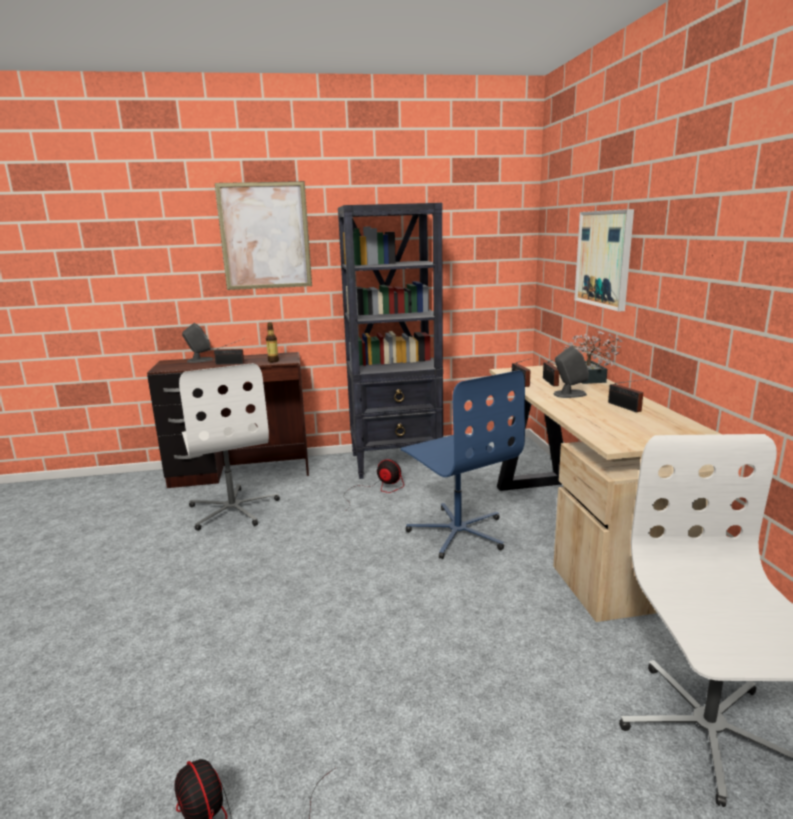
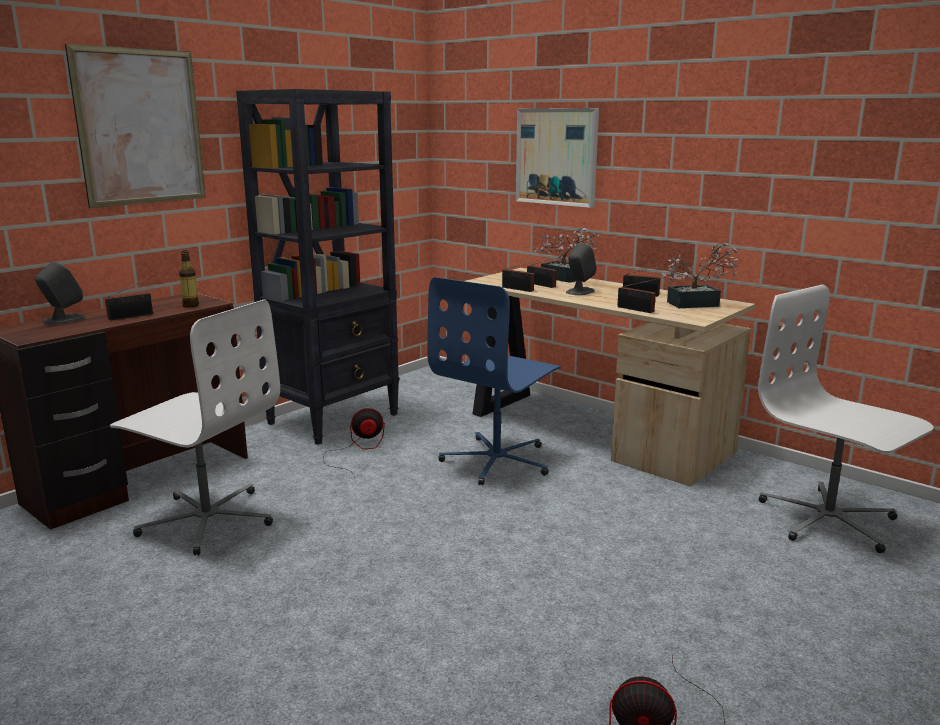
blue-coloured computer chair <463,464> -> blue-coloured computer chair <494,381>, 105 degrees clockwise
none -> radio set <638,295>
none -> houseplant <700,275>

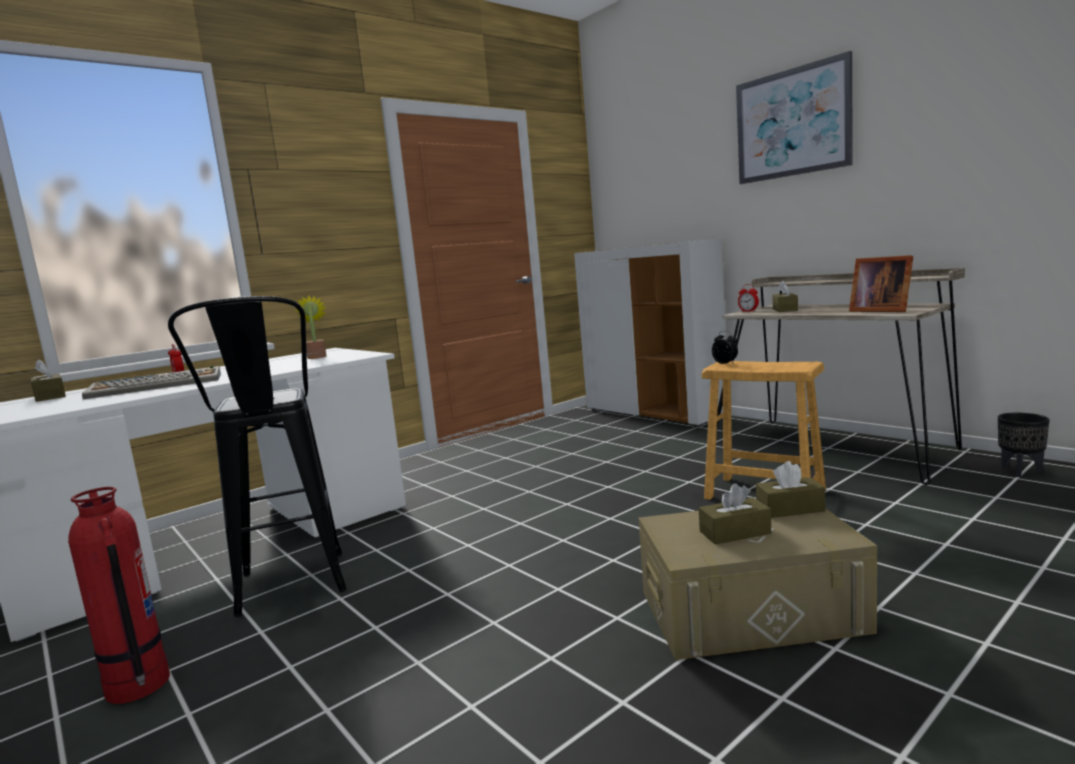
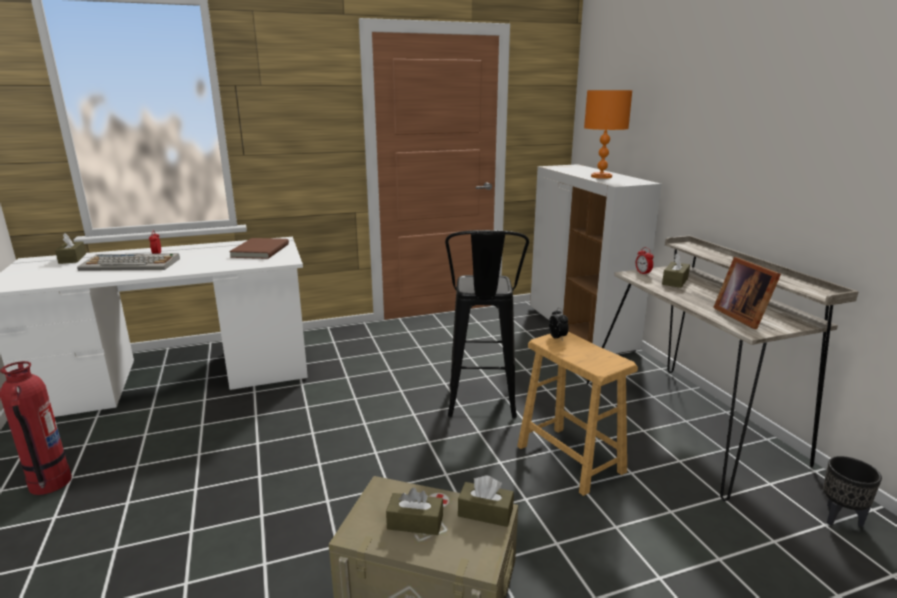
houseplant <311,327> -> brown-coloured book <259,248>
black stool <257,456> -> black stool <487,324>, relocated
none -> orangey table lamp <608,134>
wall picture <794,117> -> none

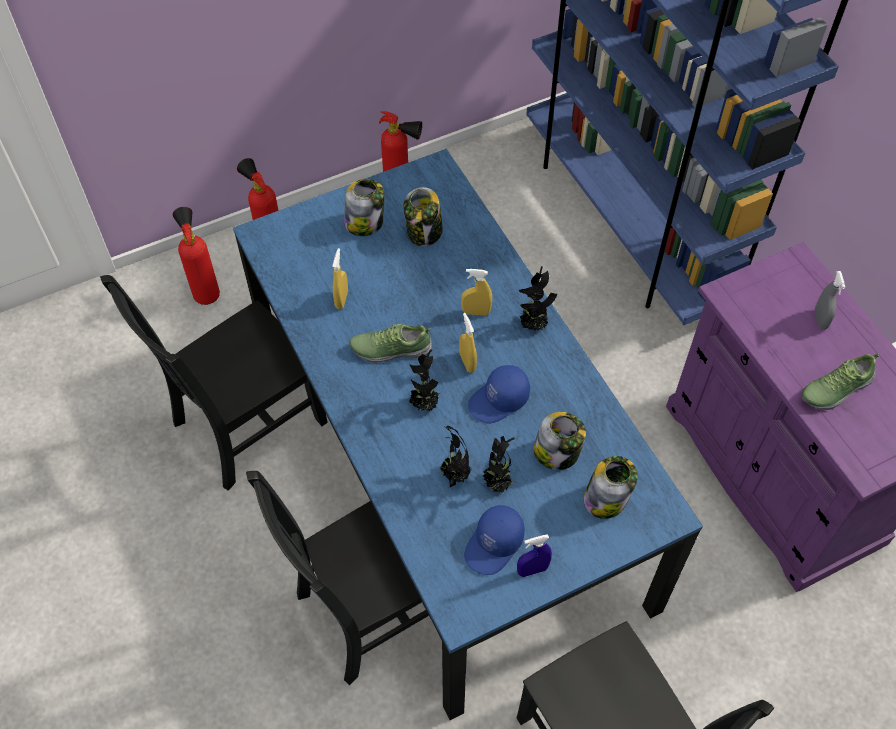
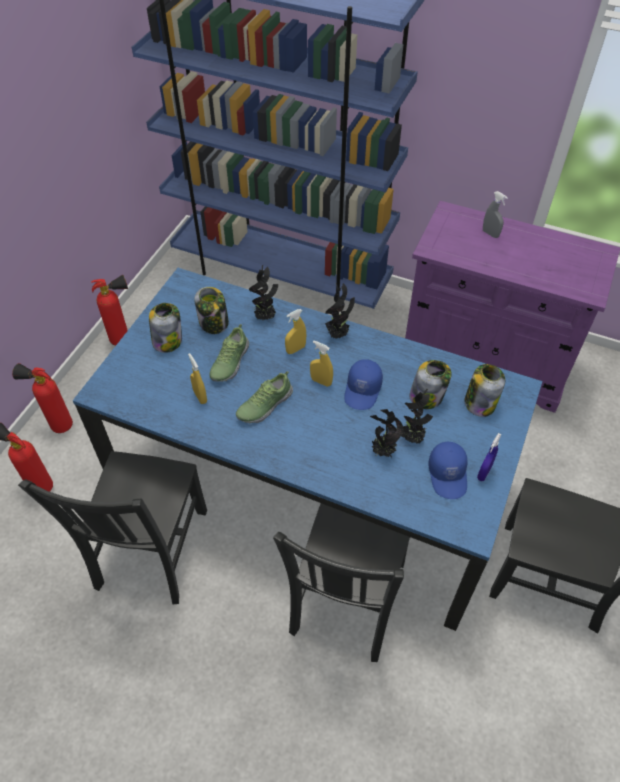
low shoe <840,382> -> low shoe <229,353>, relocated
houseplant <425,380> -> houseplant <263,292>, relocated

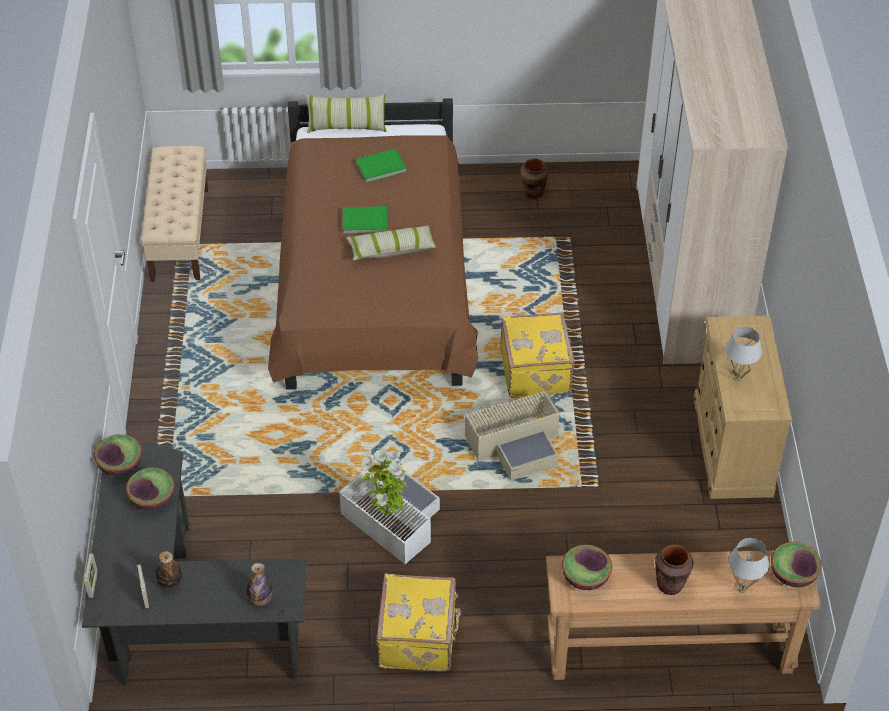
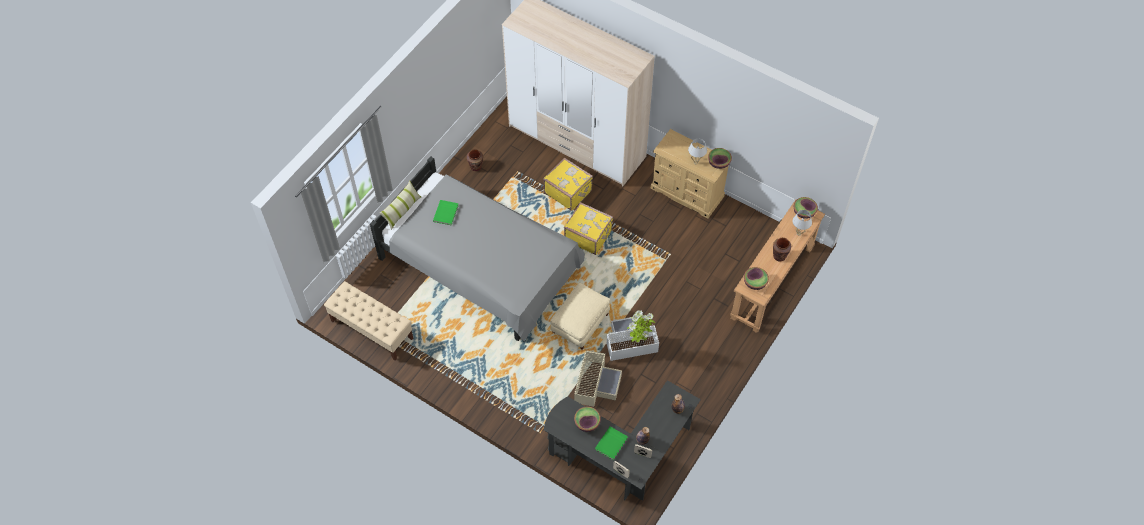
brown-coloured bed <373,244> -> grey bed <477,249>
yellow travel case <419,623> -> yellow travel case <568,184>, relocated
none -> beige-coloured ottoman <580,316>
beige-coloured storage bin <512,435> -> beige-coloured storage bin <598,378>, relocated
greenish book <365,220> -> greenish book <611,443>, relocated
bowl <118,455> -> bowl <720,158>, relocated
cushion <392,242> -> none

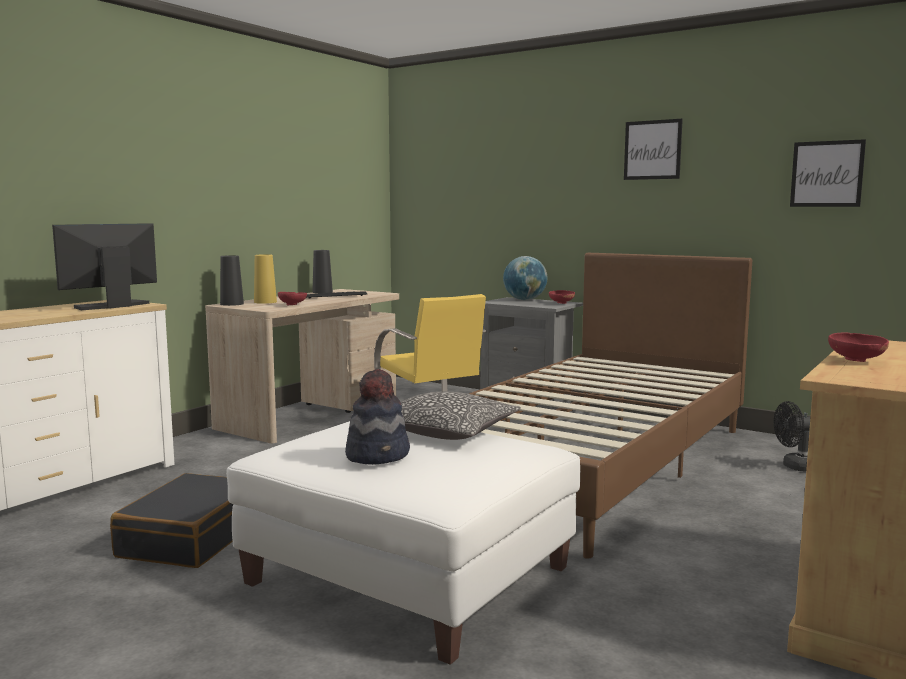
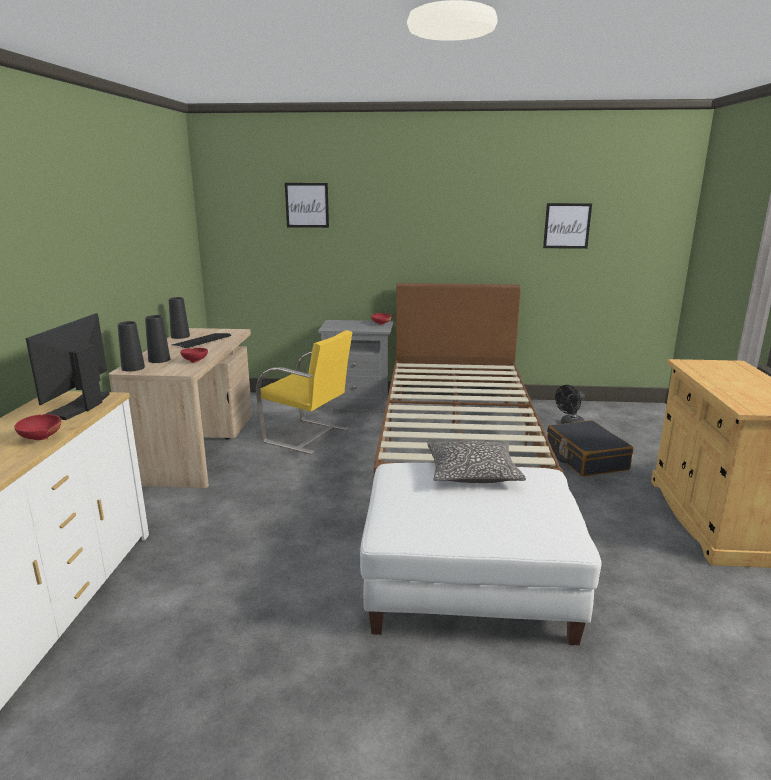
reddish bowl <858,347> -> reddish bowl <37,427>, relocated
yellow decorative vase <265,279> -> black decorative vase <157,339>
wall picture <653,149> -> wall picture <307,205>, relocated
black travel case <171,520> -> black travel case <590,448>, relocated
clothing hat <377,417> -> none
world globe <525,278> -> none

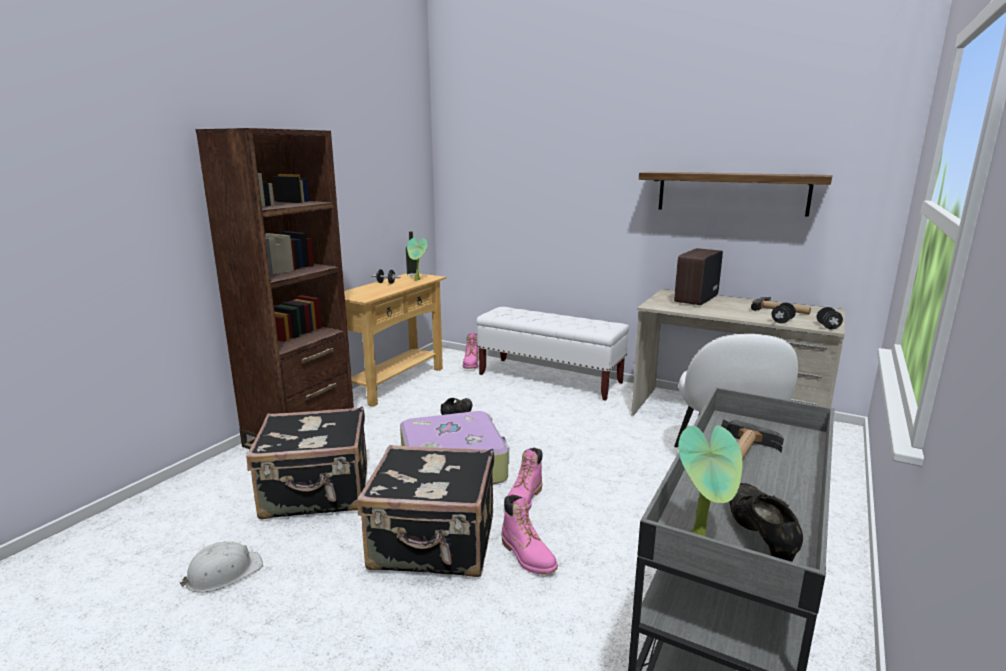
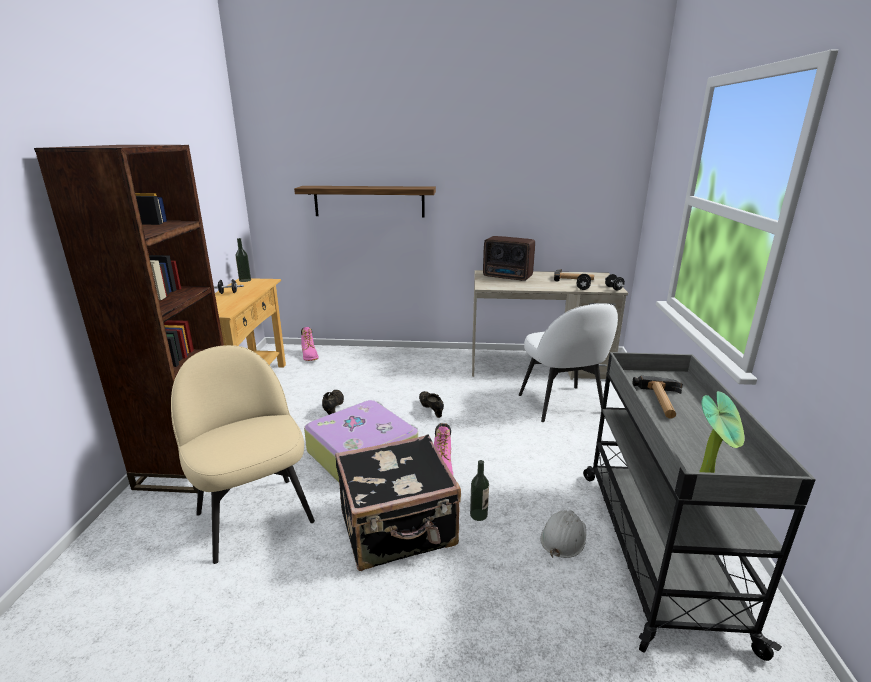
black travel case <306,463> -> beige-coloured plain chair <243,454>
shelf <736,194> -> shelf <365,202>, relocated
black low shoe <766,522> -> black low shoe <431,404>, relocated
pink-coloured high-top boot <530,535> -> bottle <479,490>
radio set <698,276> -> radio set <509,258>, 75 degrees counterclockwise
white-coloured work helmet <221,567> -> white-coloured work helmet <563,534>, relocated
houseplant <417,259> -> none
white-coloured long seat <552,353> -> none

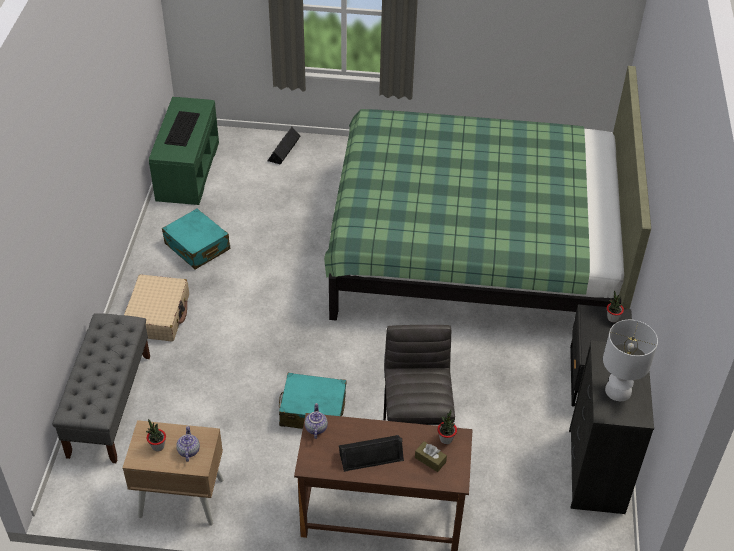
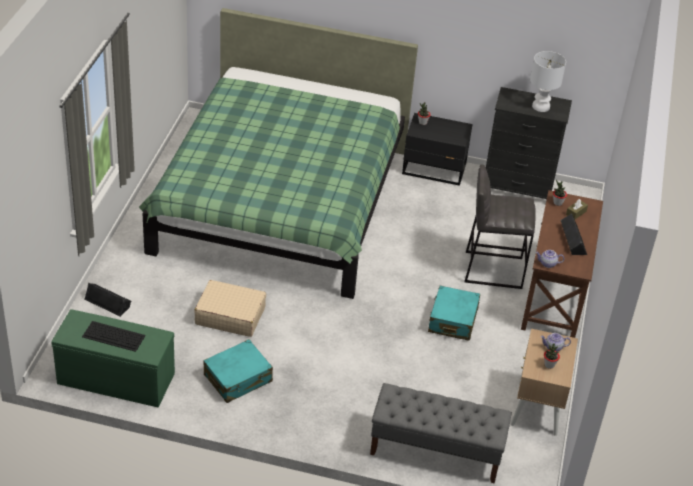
beige-coloured travel case <156,308> -> beige-coloured travel case <230,308>, relocated

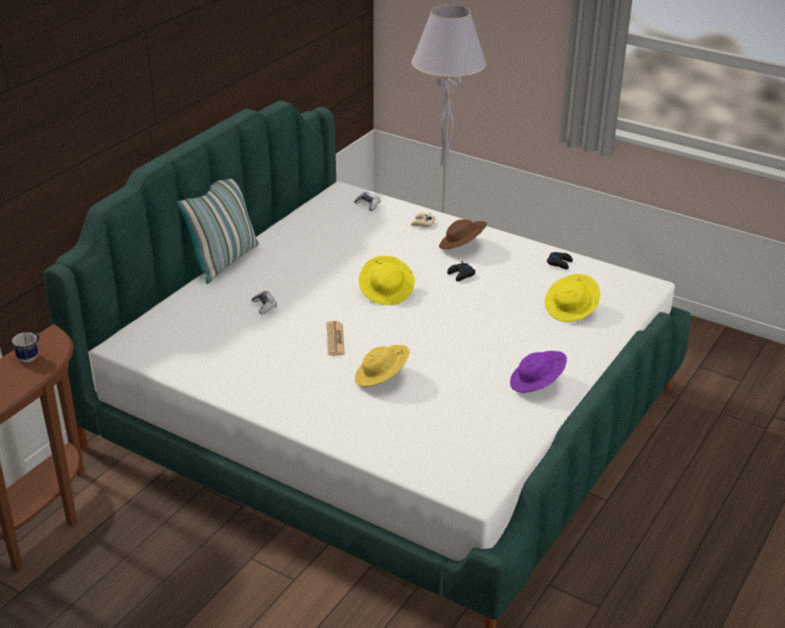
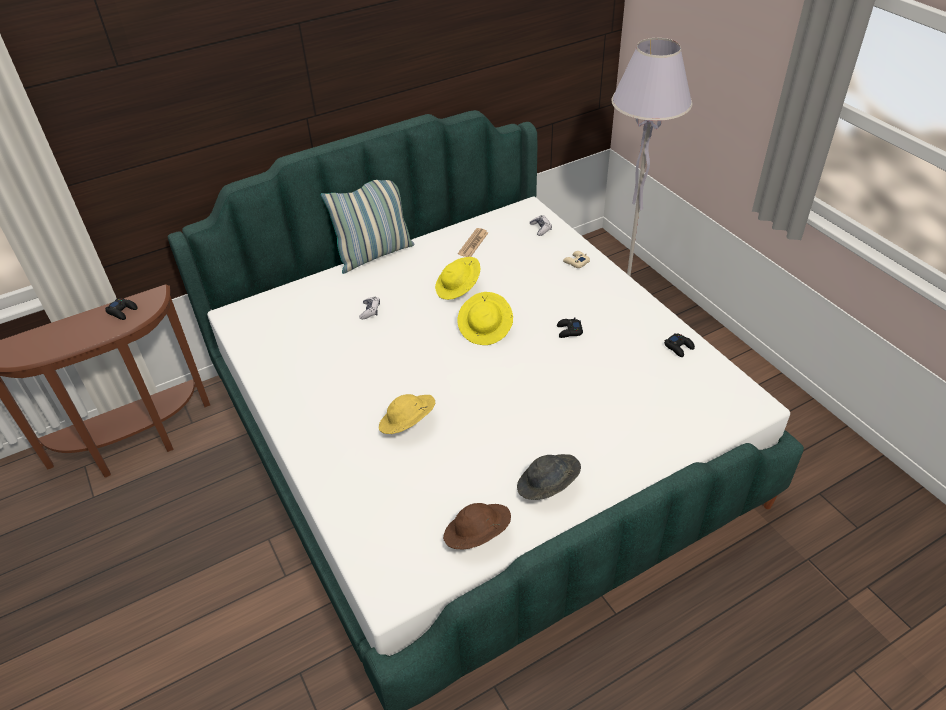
tea mug <25,347> -> black gamepad <121,309>
yellow clothing hat <572,298> -> yellow clothing hat <457,278>, relocated
brown-coloured clothing hat <463,234> -> brown-coloured clothing hat <477,526>, relocated
newspaper <336,338> -> newspaper <473,242>, relocated
purple-coloured clothing hat <538,372> -> grey clothing hat <549,477>

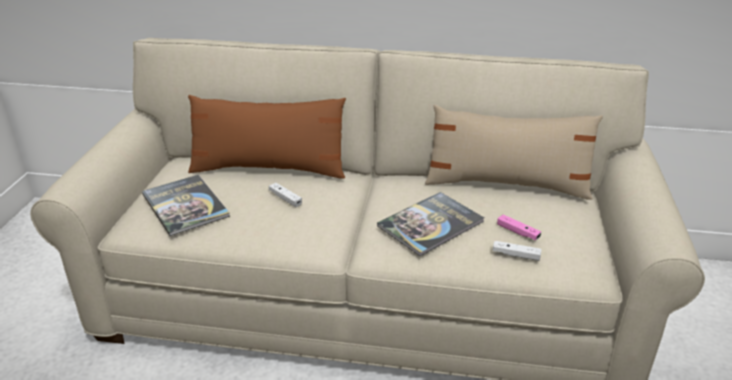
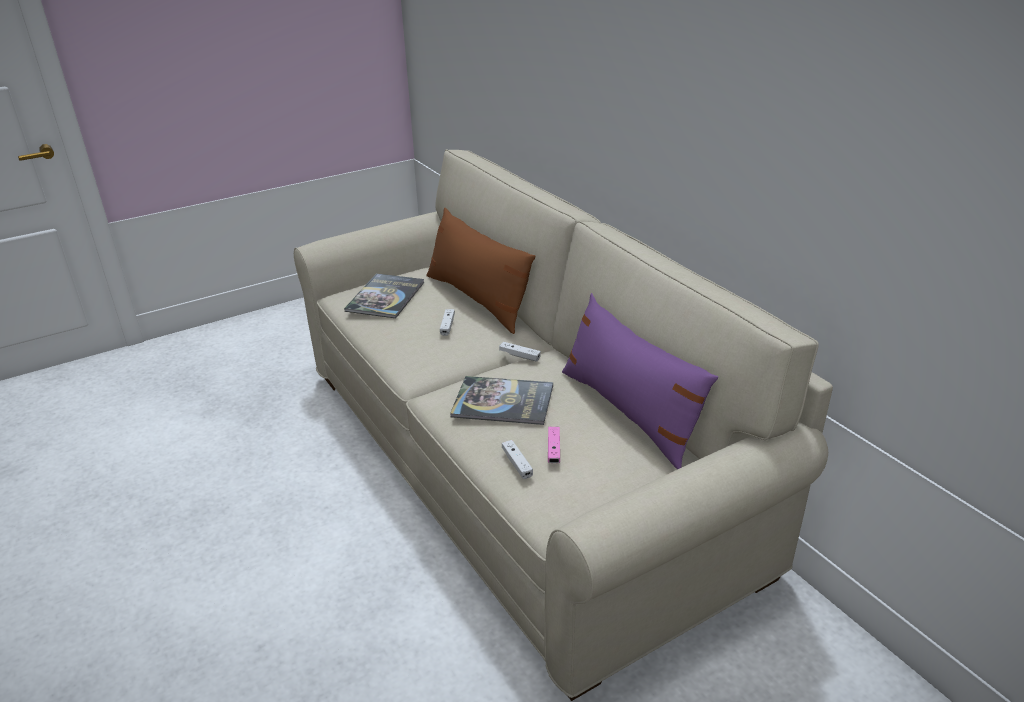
none -> white-coloured gamepad <520,352>
beige-coloured cushion <514,152> -> purple-coloured cushion <640,381>

